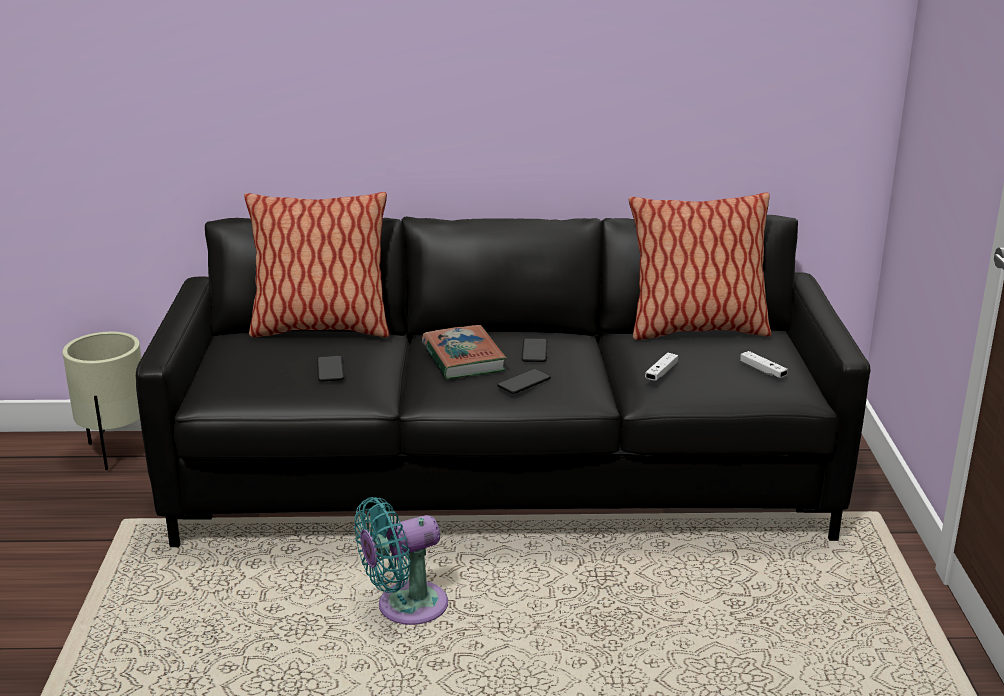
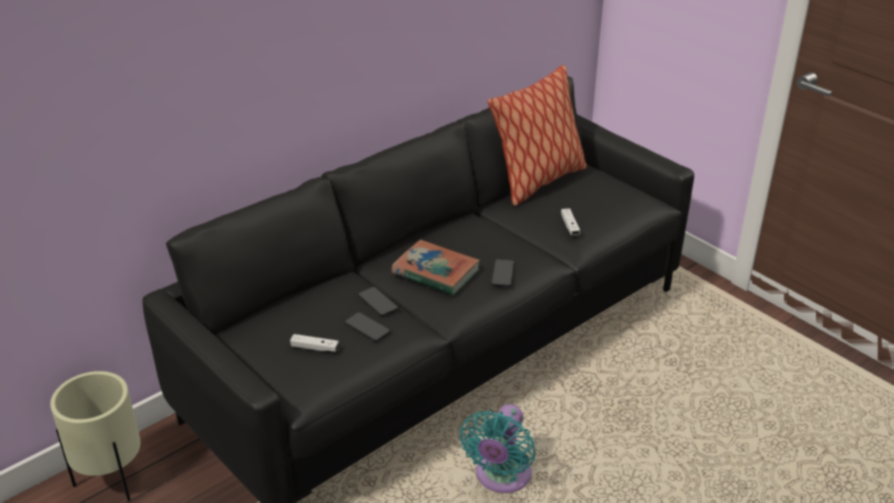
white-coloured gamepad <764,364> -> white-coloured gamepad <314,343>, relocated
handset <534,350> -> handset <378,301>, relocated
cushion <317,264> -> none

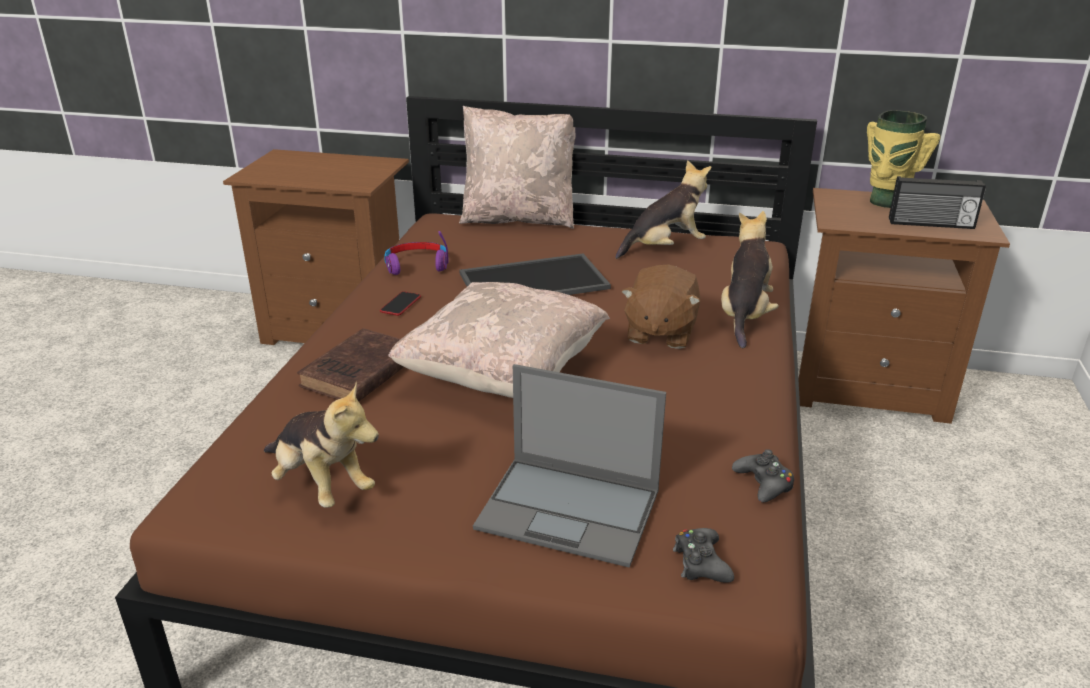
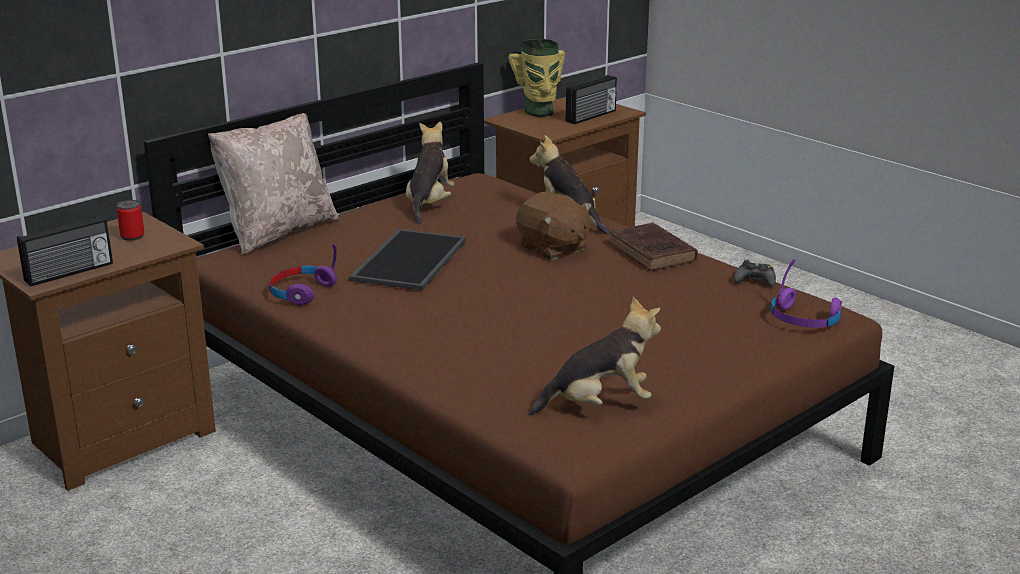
none -> radio set <65,251>
none -> sealed can <130,220>
brown-coloured book <350,365> -> brown-coloured book <653,246>, relocated
black gamepad <703,555> -> purple-coloured headset <806,293>
handset <400,303> -> none
beige-coloured cushion <499,340> -> none
portable computer <569,466> -> none

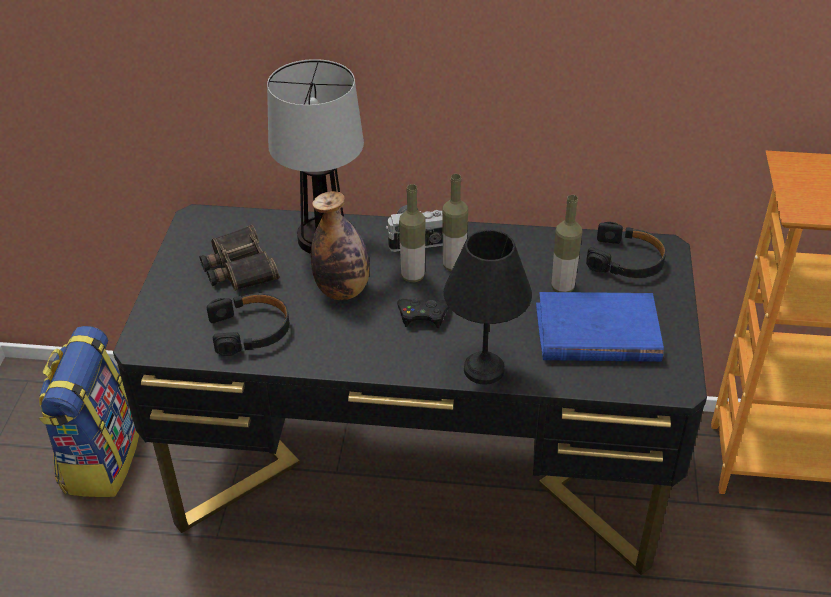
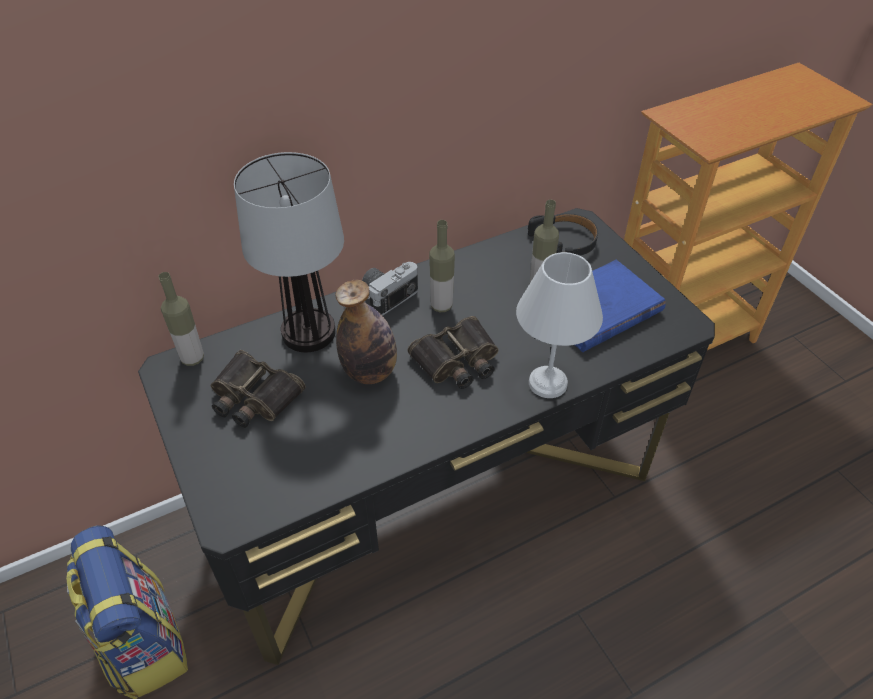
bottle <412,233> -> bottle <181,319>, relocated
black gamepad <423,313> -> binoculars <453,352>
black table lamp <488,307> -> white-coloured table lamp <559,325>
black headset <248,324> -> none

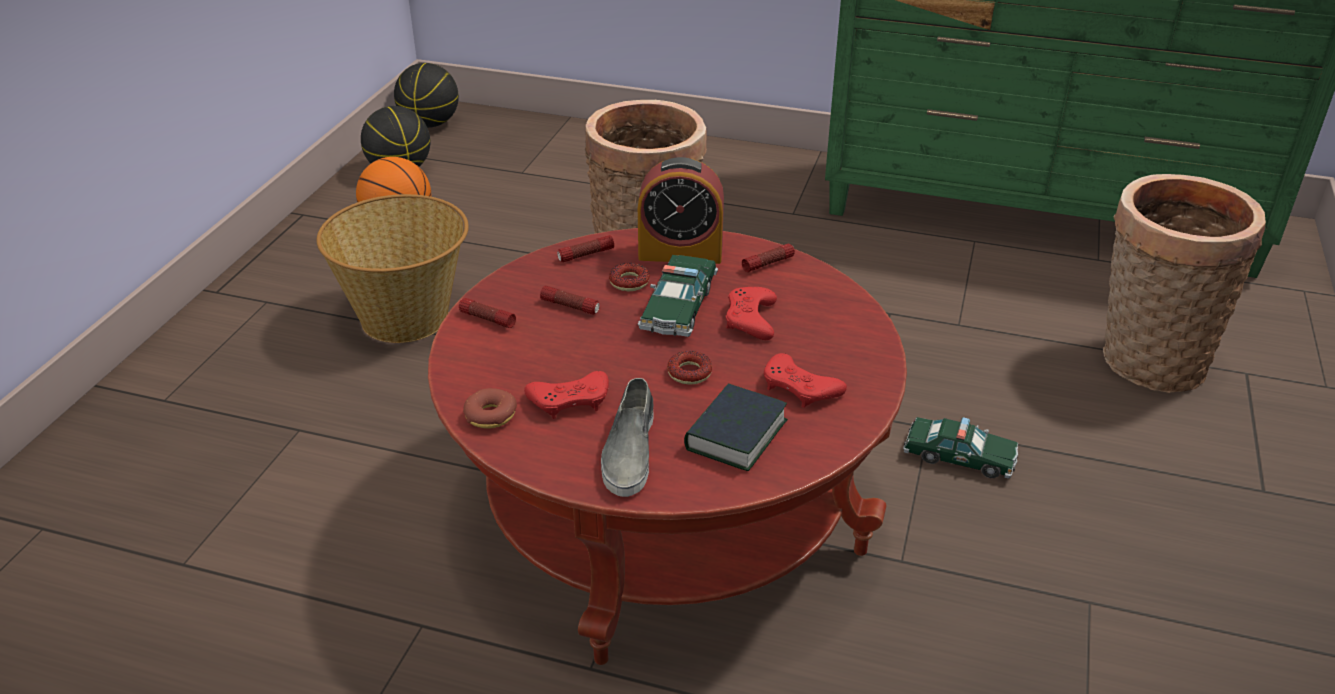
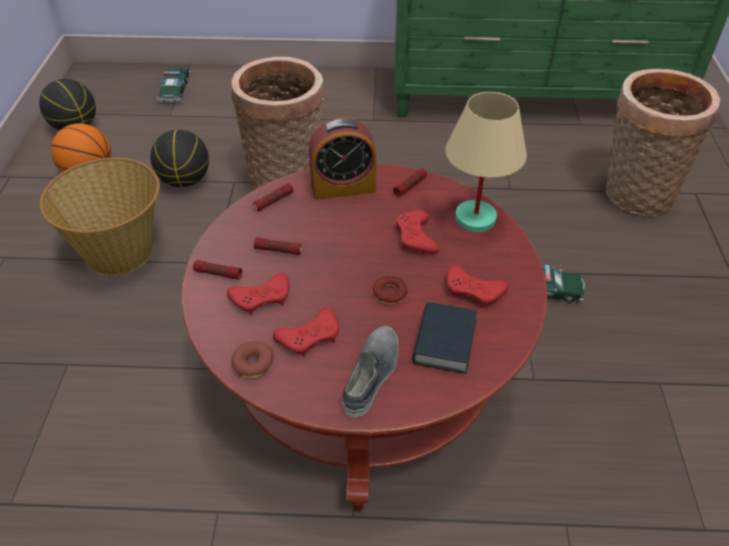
basketball ball <426,95> -> basketball ball <179,158>, relocated
toy car <678,296> -> toy car <173,84>, relocated
none -> reddish gamepad <258,294>
grey low shoe <627,437> -> grey low shoe <370,372>, 150 degrees counterclockwise
none -> beige-coloured table lamp <486,162>
doughnut <629,277> -> none

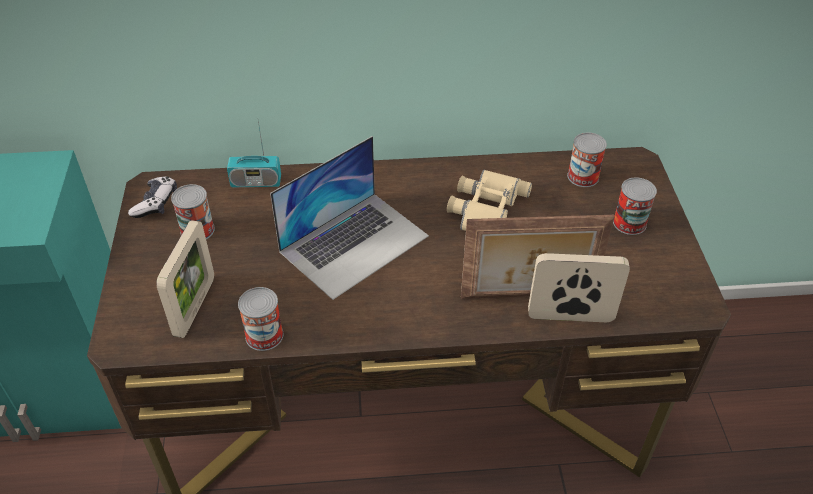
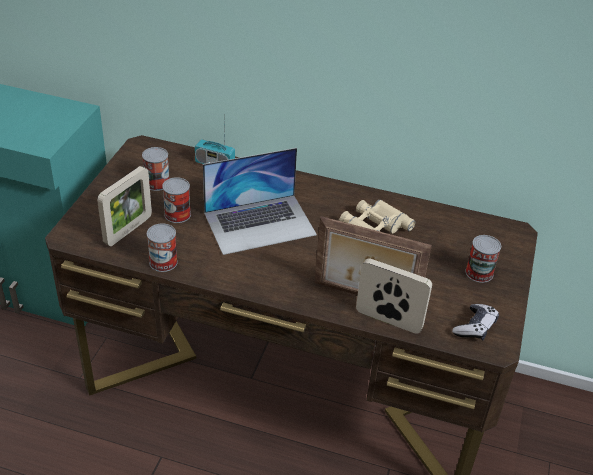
sealed can <587,160> -> sealed can <176,200>, relocated
gamepad <152,197> -> gamepad <475,322>, relocated

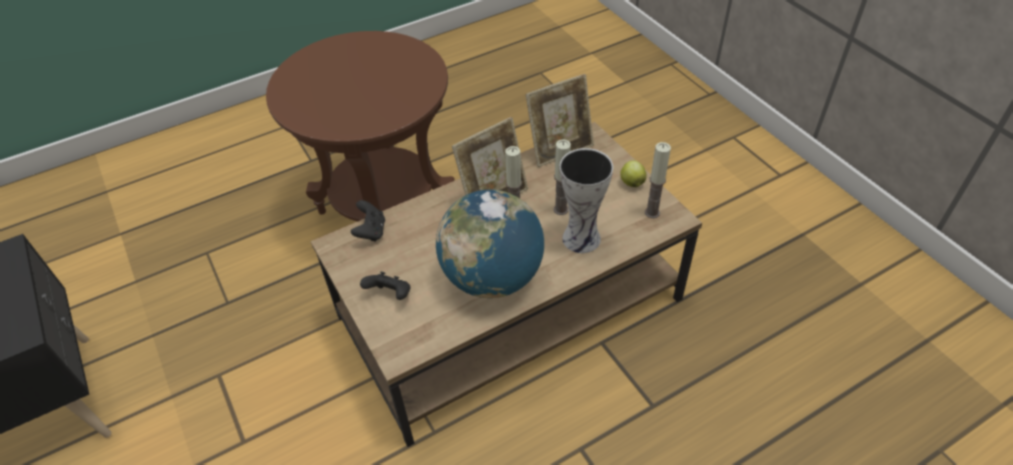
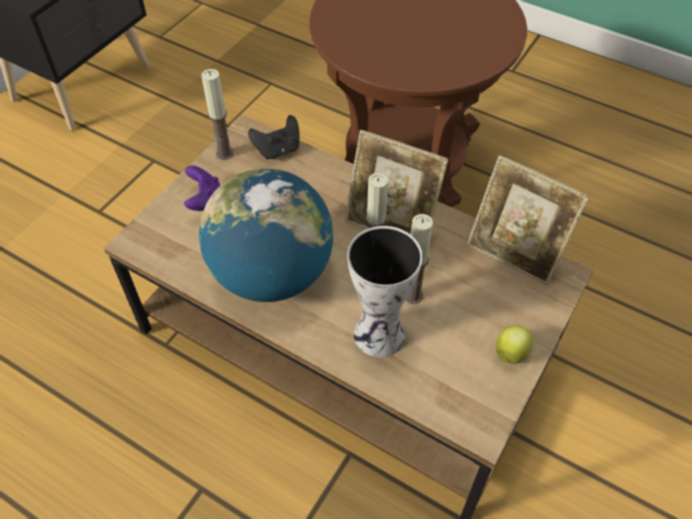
black gamepad <385,286> -> purple-coloured gamepad <202,188>
wax candle <658,180> -> wax candle <217,114>, relocated

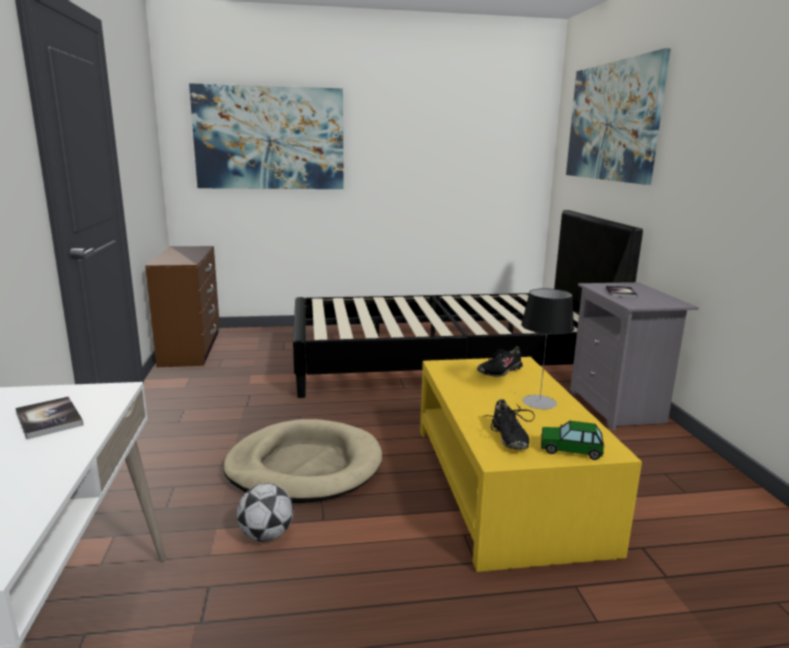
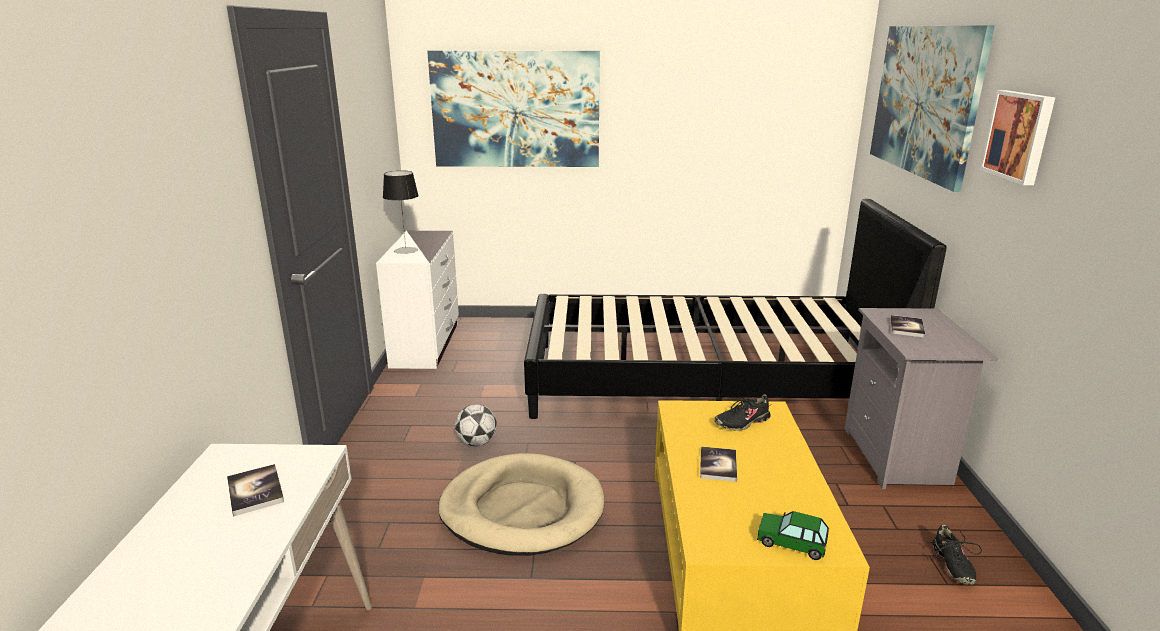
brown-coloured chest of drawers <182,306> -> white-coloured chest of drawers <417,300>
table lamp <547,348> -> table lamp <401,212>, relocated
ball for football <265,512> -> ball for football <476,425>, relocated
none -> book <718,464>
black low shoe <510,424> -> black low shoe <955,555>, relocated
none -> wall picture <1017,137>

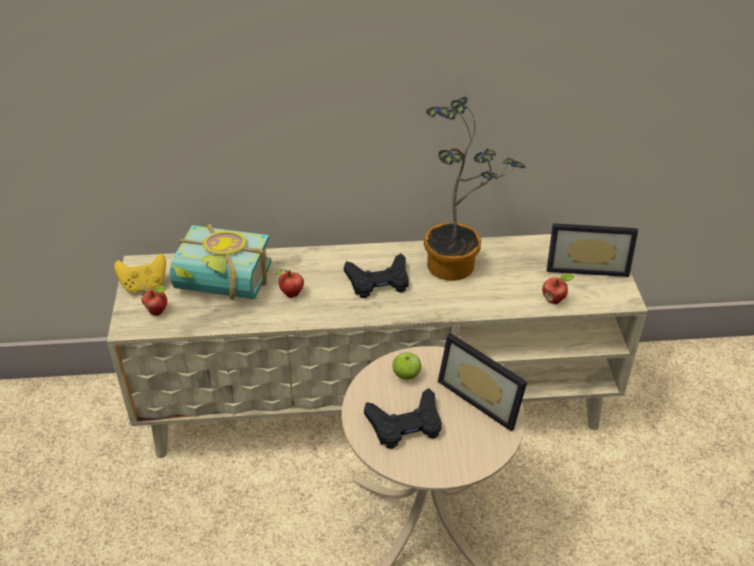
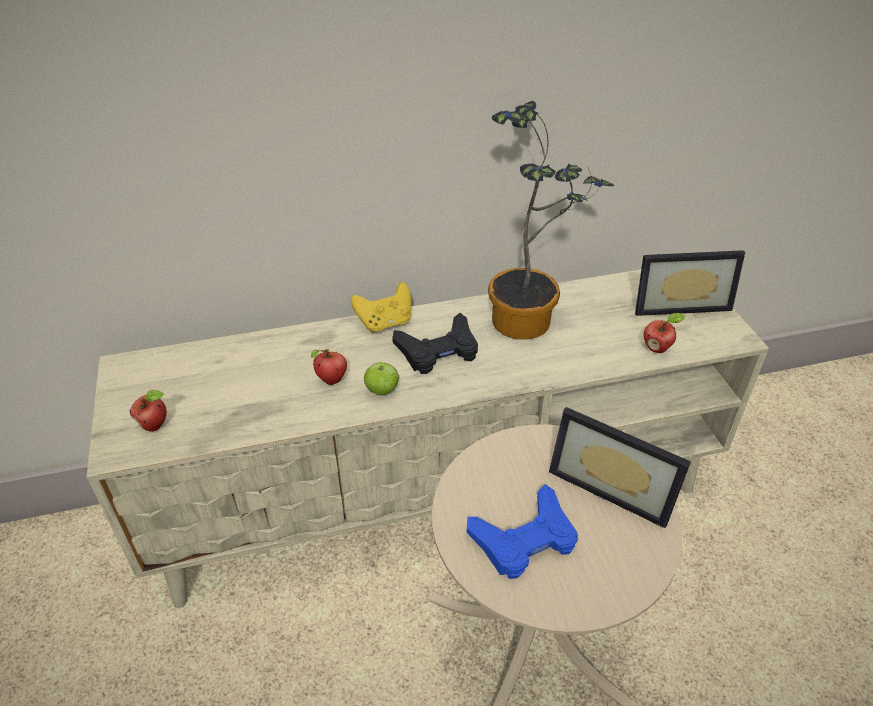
yellow gamepad <140,273> -> yellow gamepad <381,307>, relocated
apple fruit <406,366> -> apple fruit <381,379>, relocated
black gamepad <403,418> -> blue-coloured gamepad <522,531>
book <220,262> -> none

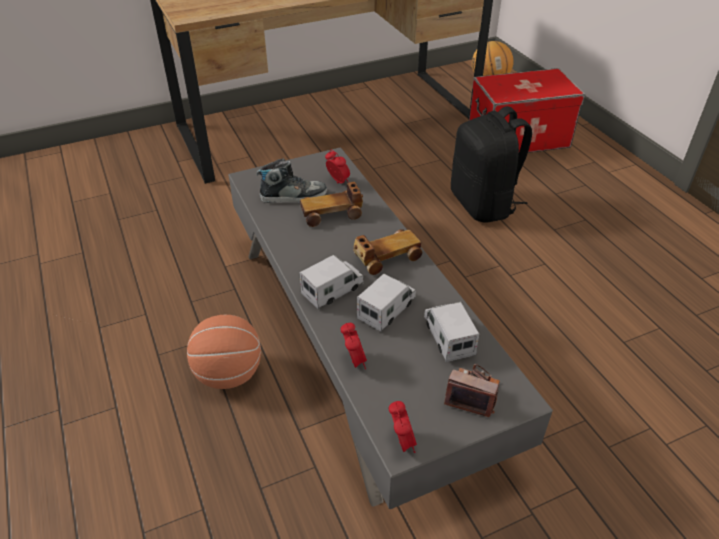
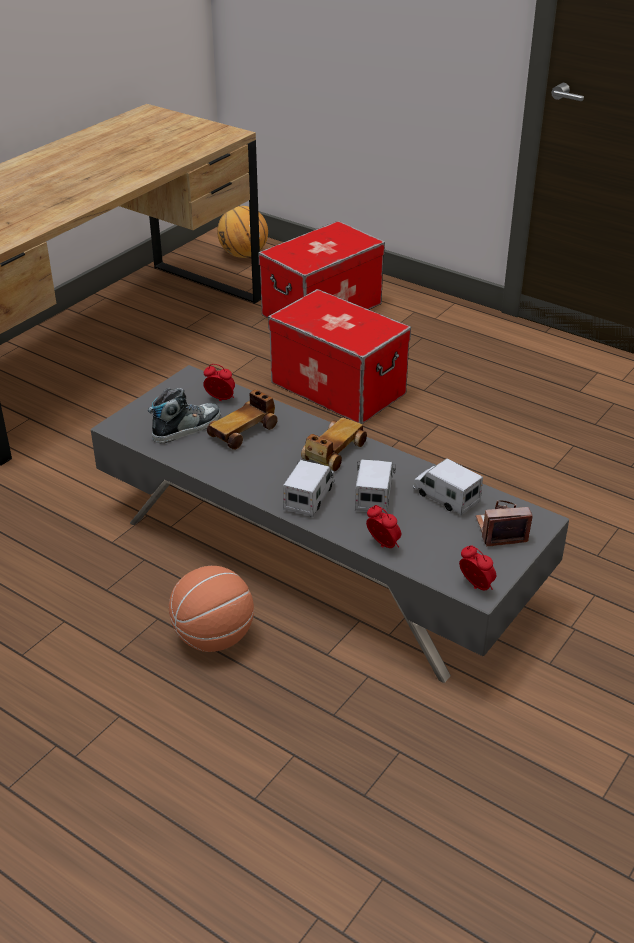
black rucksack <491,164> -> storage bin <339,356>

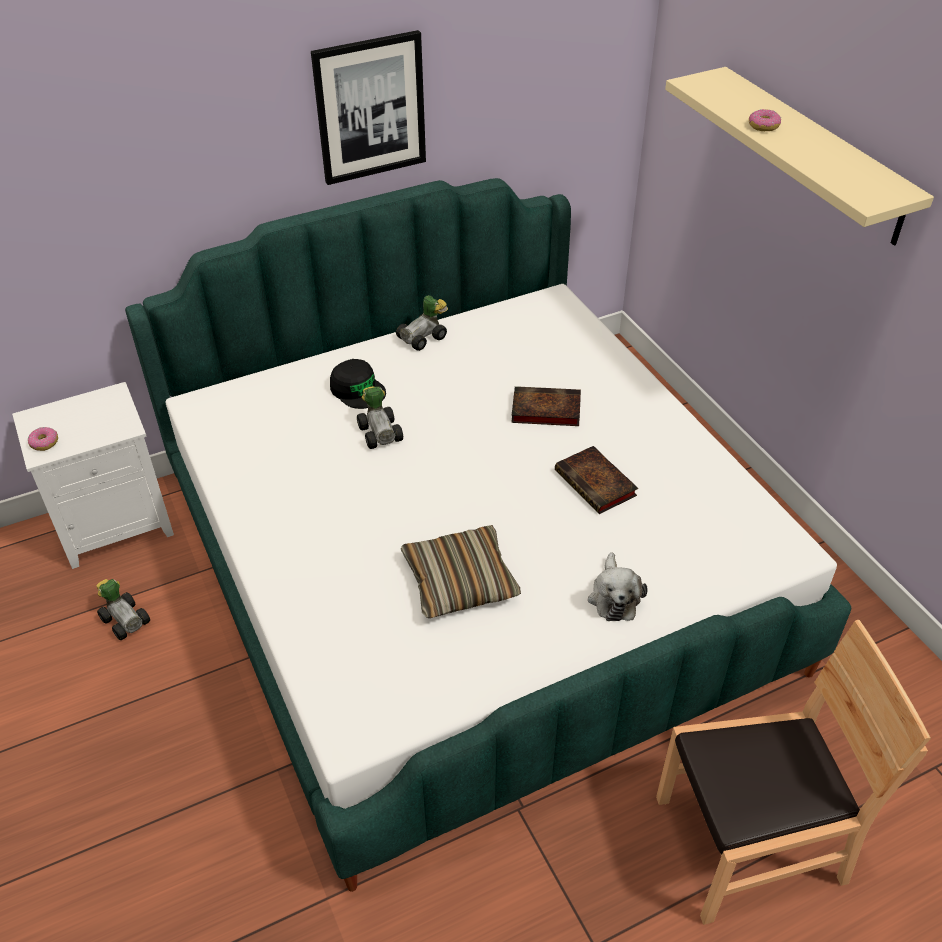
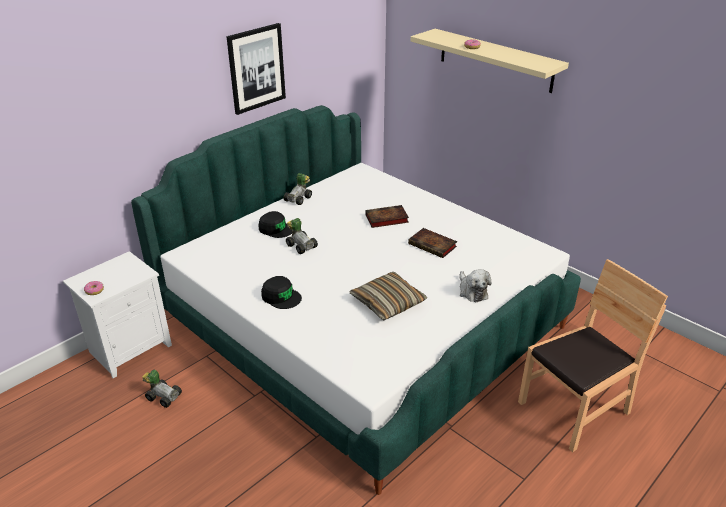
none -> black baseball cap <281,292>

